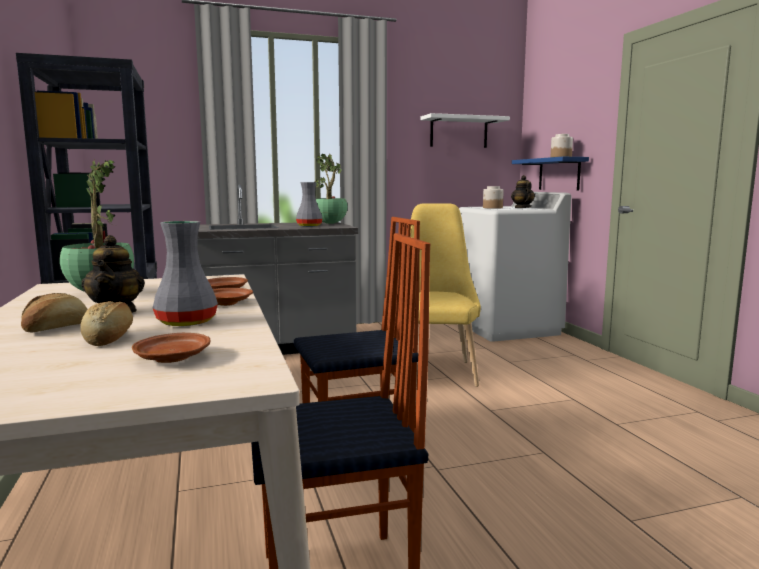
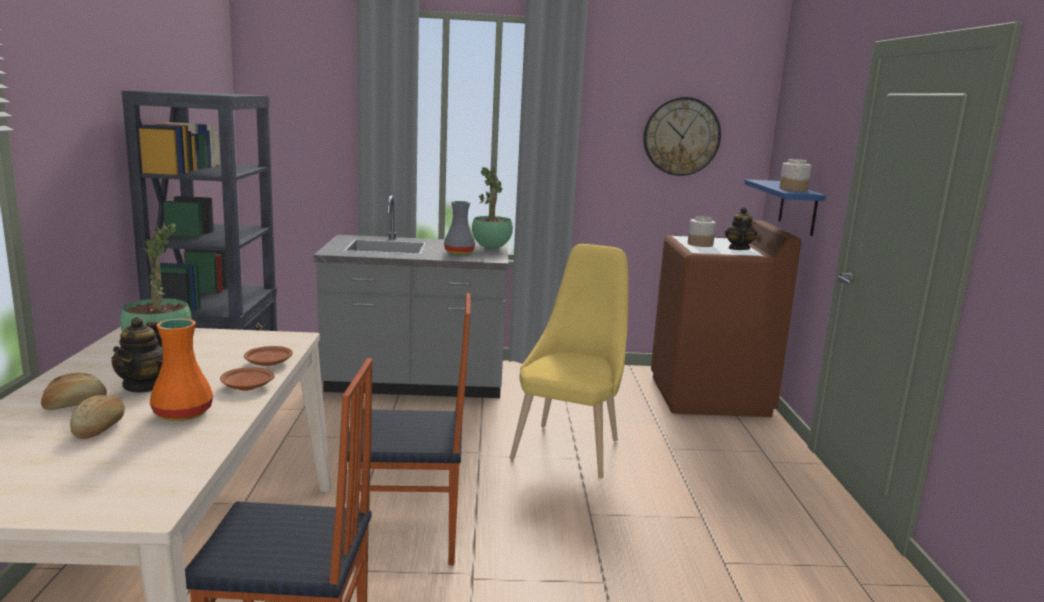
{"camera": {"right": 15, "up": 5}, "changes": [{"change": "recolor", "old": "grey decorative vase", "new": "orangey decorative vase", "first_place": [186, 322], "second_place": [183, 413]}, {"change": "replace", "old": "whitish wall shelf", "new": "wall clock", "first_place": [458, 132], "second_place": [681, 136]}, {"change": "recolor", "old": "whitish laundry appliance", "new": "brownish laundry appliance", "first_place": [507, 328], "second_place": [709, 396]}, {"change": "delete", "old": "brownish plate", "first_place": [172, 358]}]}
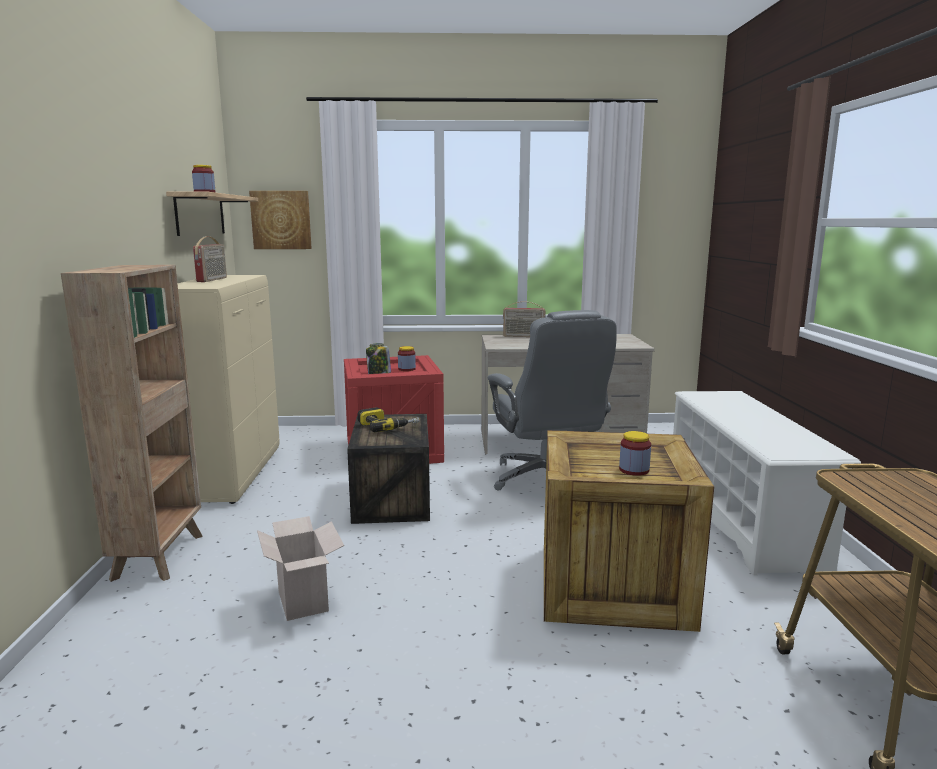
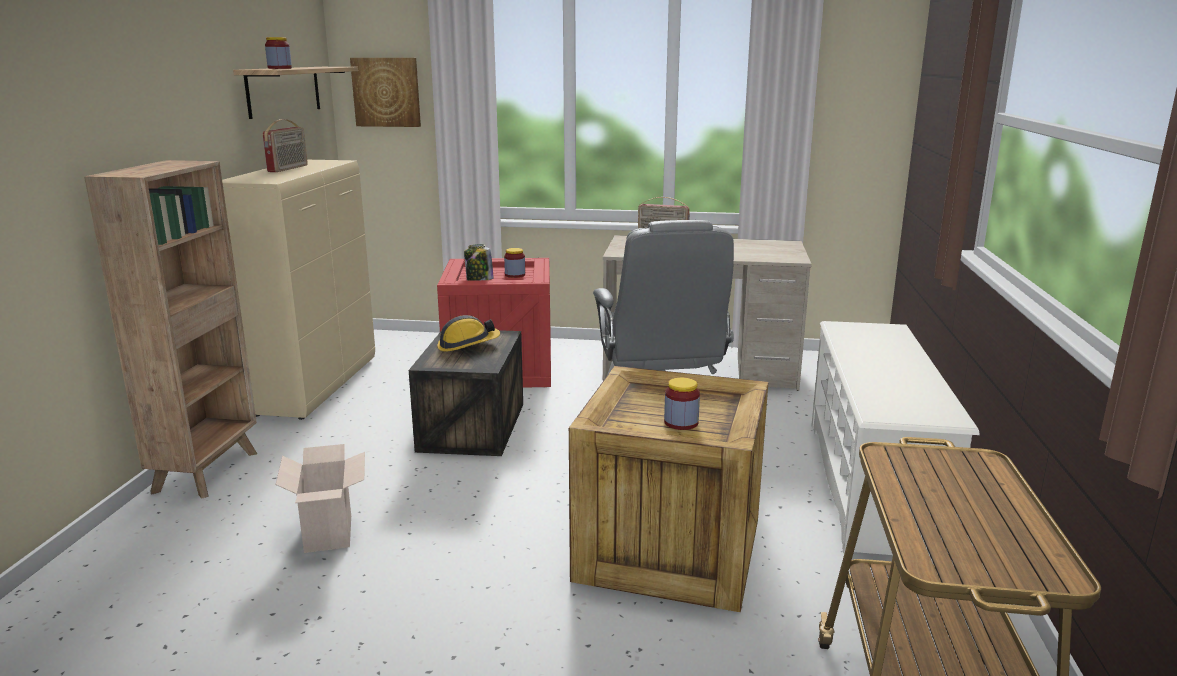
{"camera": {"right": 10, "up": 5}, "changes": [{"change": "replace", "old": "electric drill", "new": "hard hat", "first_place": [387, 426], "second_place": [467, 345]}]}
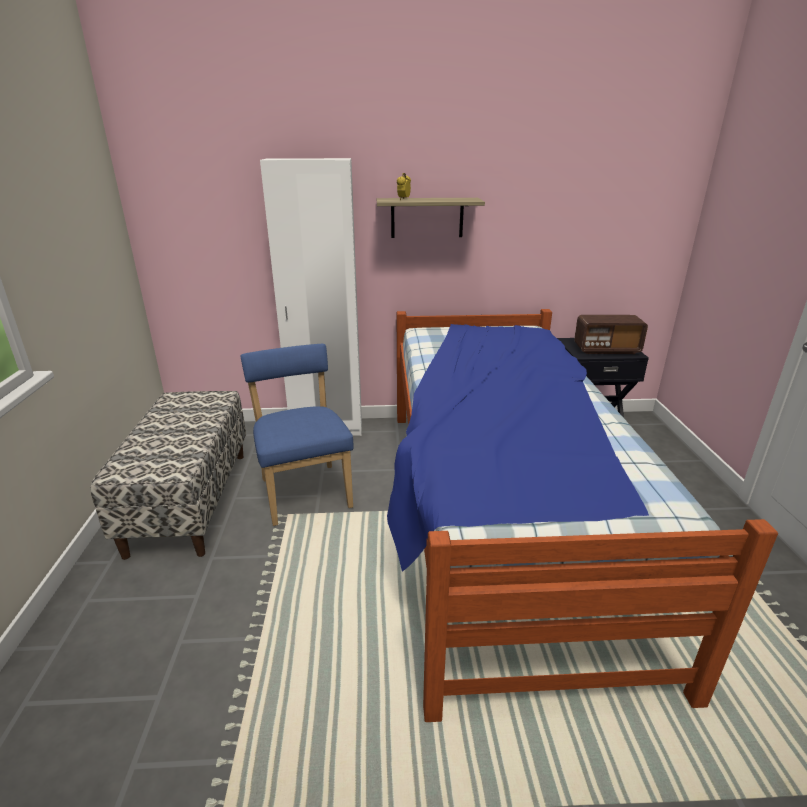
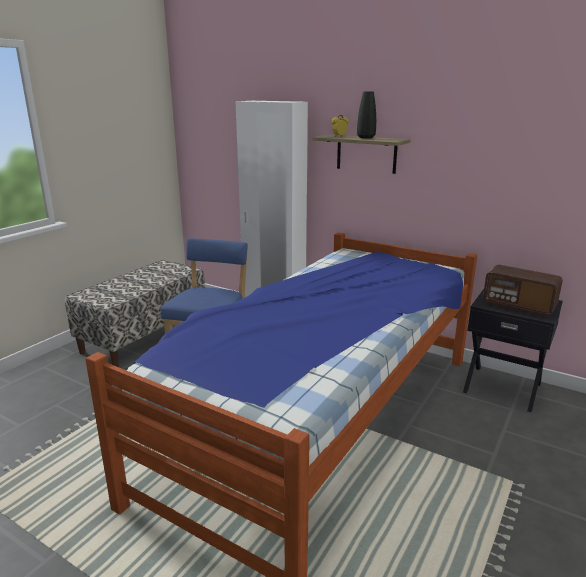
{"camera": {"right": 35, "up": -5}, "changes": [{"change": "insert", "new": "black decorative vase", "second_place": [366, 137]}]}
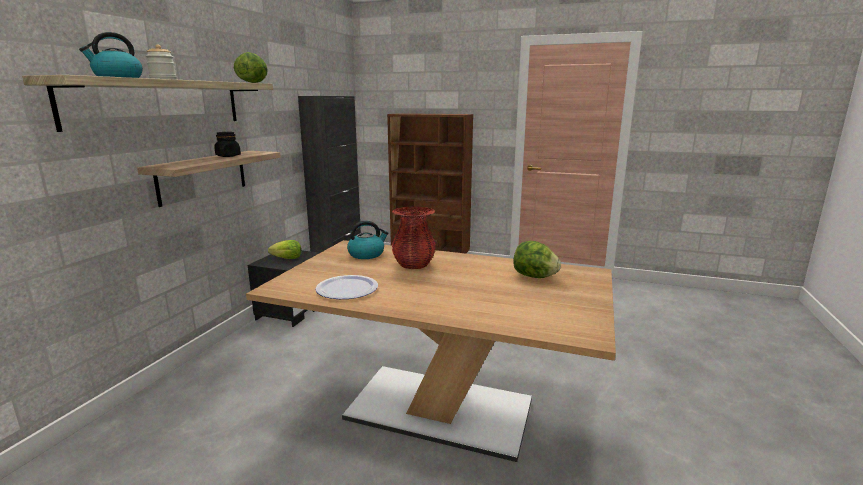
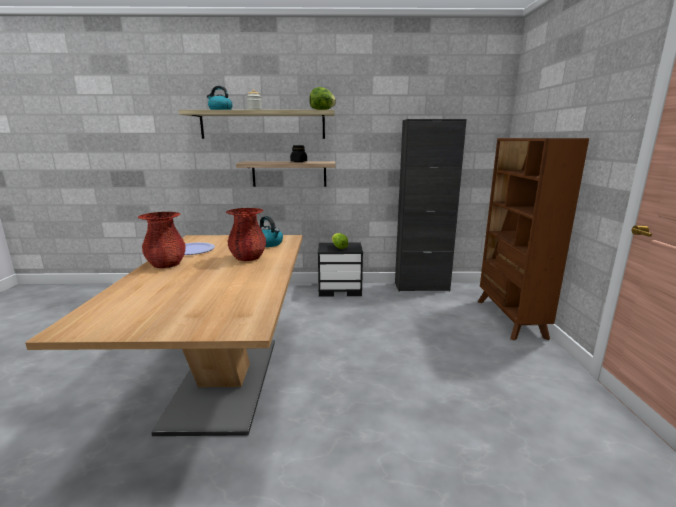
{"camera": {"right": 70, "up": 0}, "changes": [{"change": "insert", "new": "reddish decorative vase", "second_place": [166, 264]}, {"change": "delete", "old": "lettuce head", "first_place": [534, 276]}]}
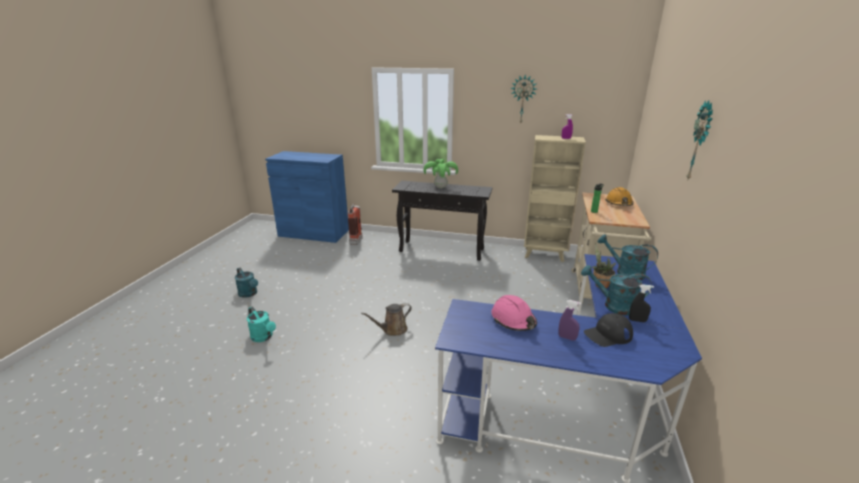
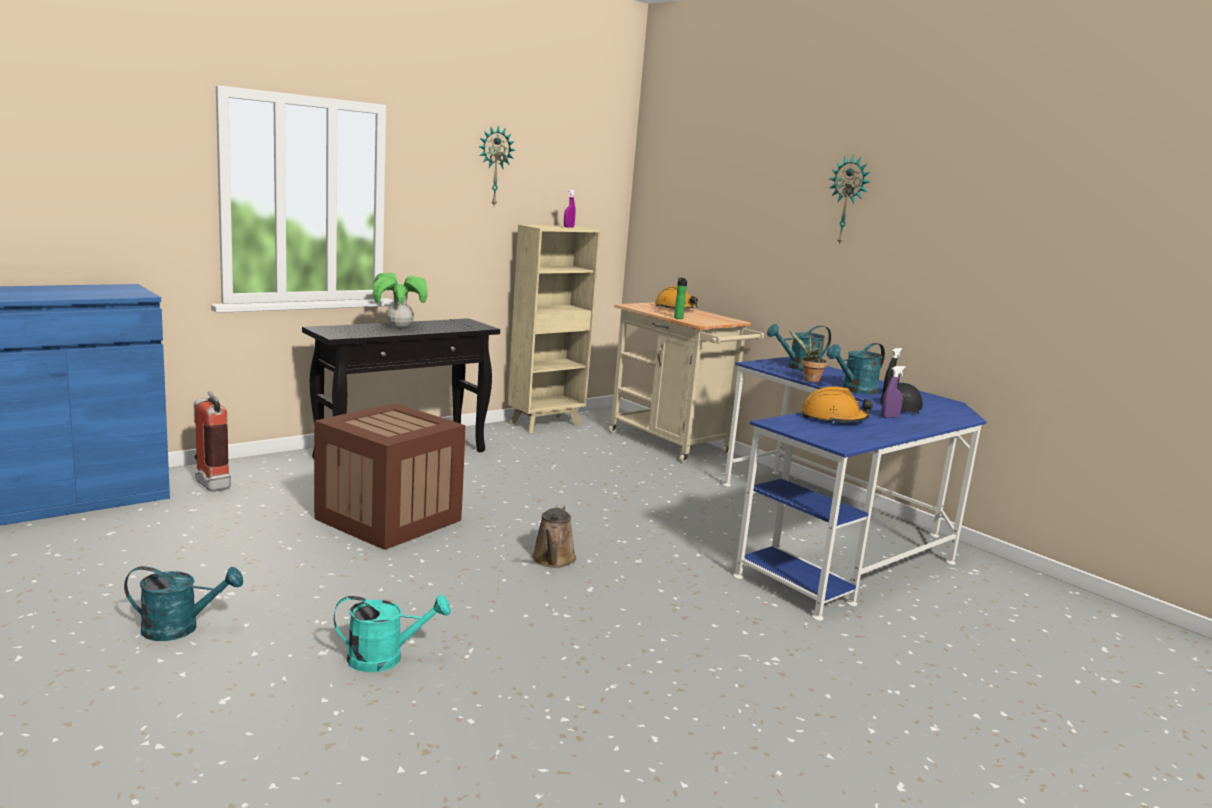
{"camera": {"right": -55, "up": -10}, "changes": [{"change": "insert", "new": "crate", "second_place": [388, 520]}, {"change": "recolor", "old": "pink-coloured hard hat", "new": "orangey hard hat", "first_place": [513, 320], "second_place": [833, 419]}]}
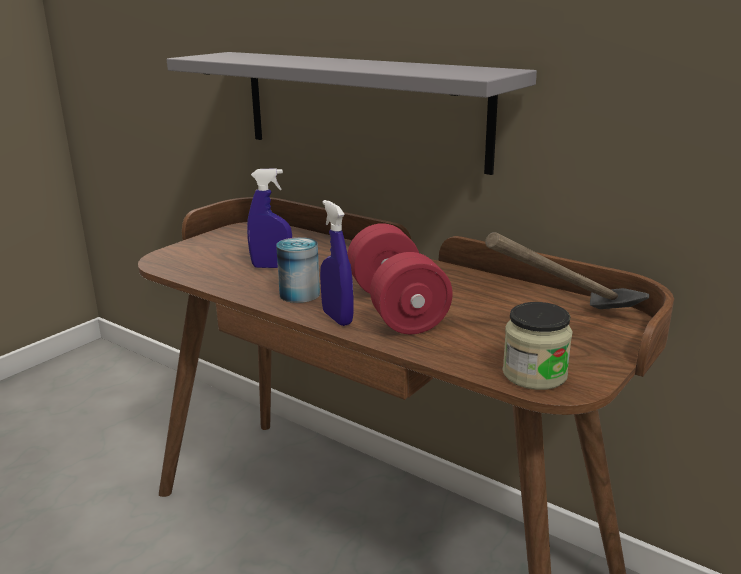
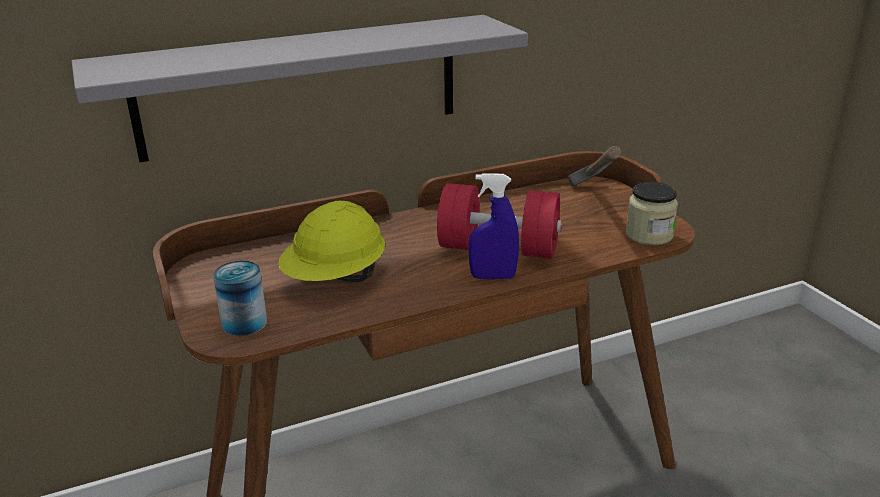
{"camera": {"right": -60, "up": 5}, "changes": [{"change": "move", "old": "can", "first_place": [299, 294], "second_place": [244, 323]}, {"change": "replace", "old": "blue-coloured spray bottle", "new": "yellow hard hat", "first_place": [272, 266], "second_place": [336, 279]}]}
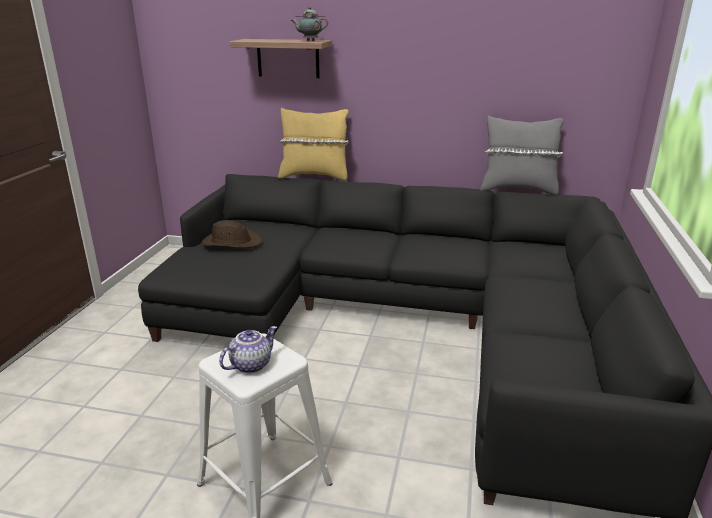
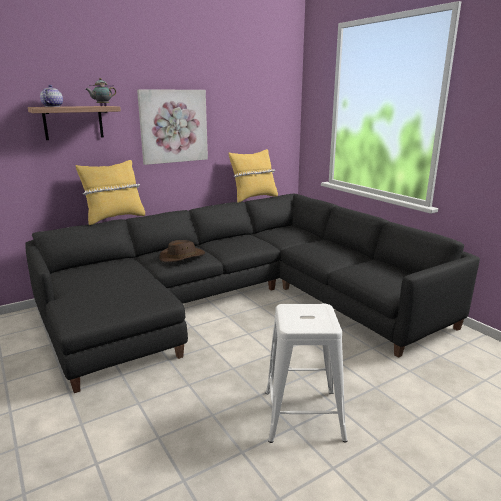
{"camera": {"right": -45, "up": -5}, "changes": [{"change": "move", "old": "pot for tea", "first_place": [250, 364], "second_place": [52, 106]}, {"change": "insert", "new": "wall picture", "second_place": [173, 126]}, {"change": "move", "old": "brownish wearable hat", "first_place": [231, 243], "second_place": [182, 256]}, {"change": "recolor", "old": "grey pillow", "new": "yellow pillow", "first_place": [517, 189], "second_place": [253, 198]}]}
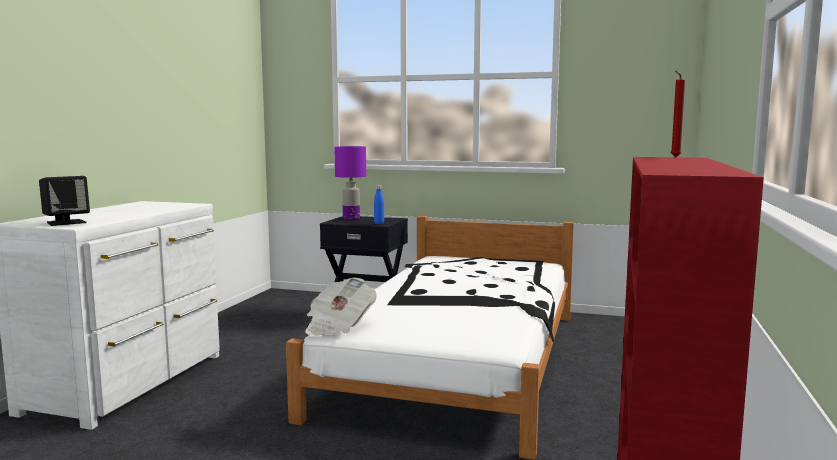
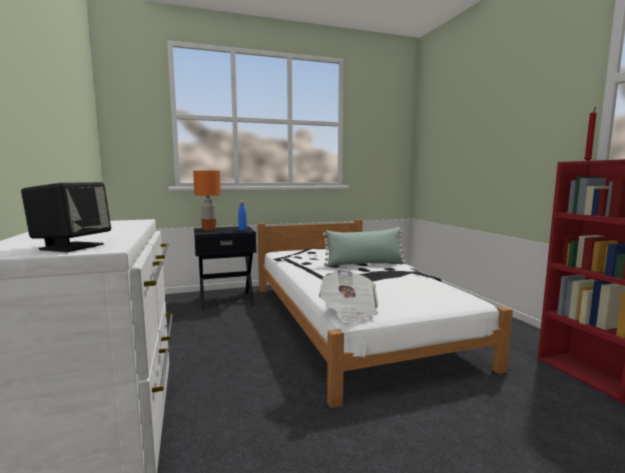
{"camera": {"right": -35, "up": 0}, "changes": [{"change": "recolor", "old": "purple-coloured tabletop lamp", "new": "orangey tabletop lamp", "first_place": [351, 218], "second_place": [209, 229]}, {"change": "insert", "new": "green pillow", "second_place": [364, 264]}]}
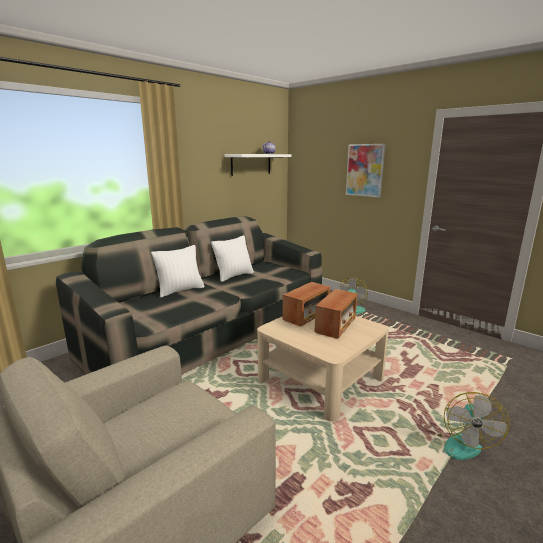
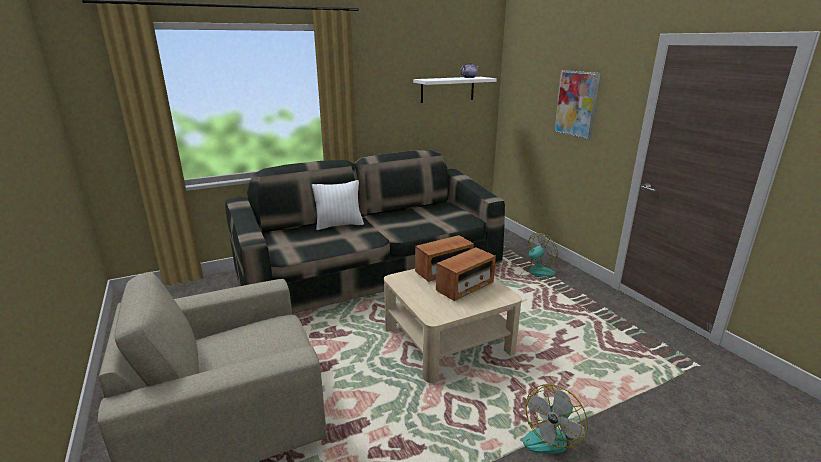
{"camera": {"right": 20, "up": 5}, "changes": [{"change": "delete", "old": "whitish pillow", "first_place": [234, 276]}]}
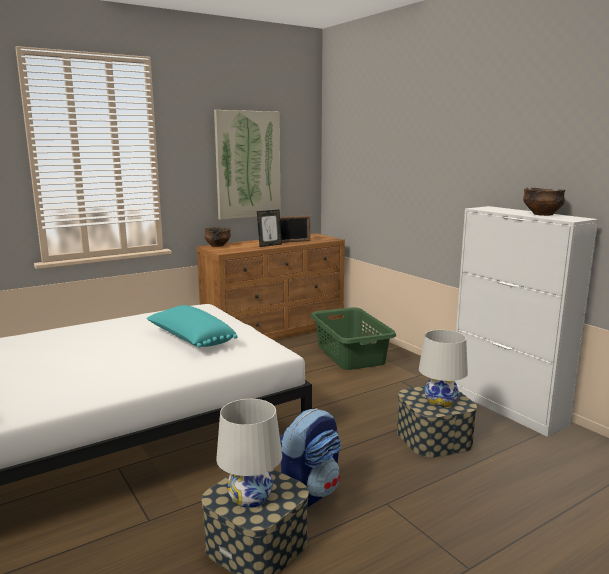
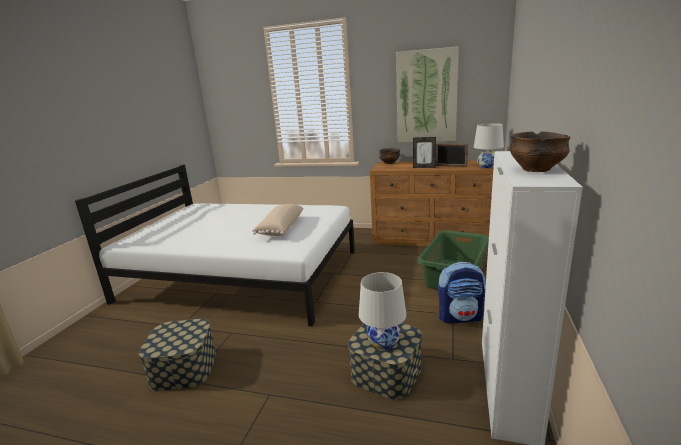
{"camera": {"right": 50, "up": 5}, "changes": [{"change": "recolor", "old": "blue-green pillow", "new": "sand-coloured pillow", "first_place": [190, 339], "second_place": [280, 228]}, {"change": "move", "old": "rucksack", "first_place": [310, 492], "second_place": [460, 317]}, {"change": "move", "old": "whitish tabletop lamp", "first_place": [250, 497], "second_place": [487, 166]}]}
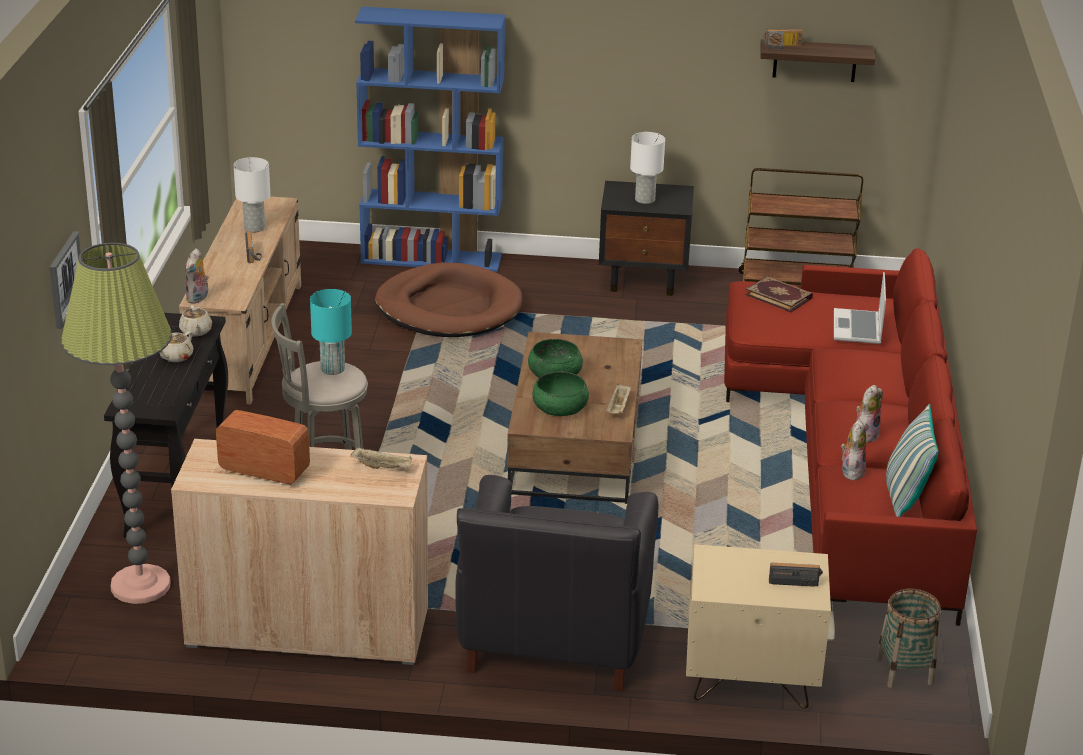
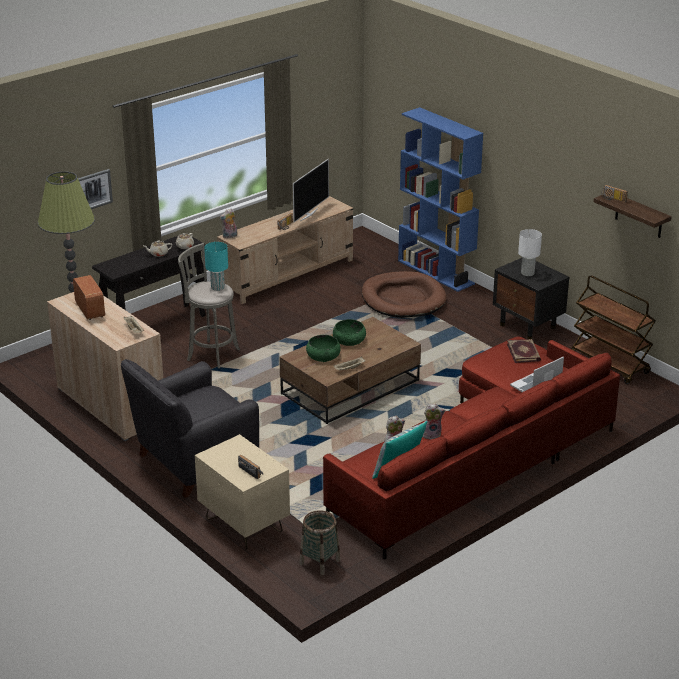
{"camera": {"right": 45, "up": 0}, "changes": [{"change": "replace", "old": "whitish tabletop lamp", "new": "TV set", "first_place": [254, 227], "second_place": [308, 214]}]}
